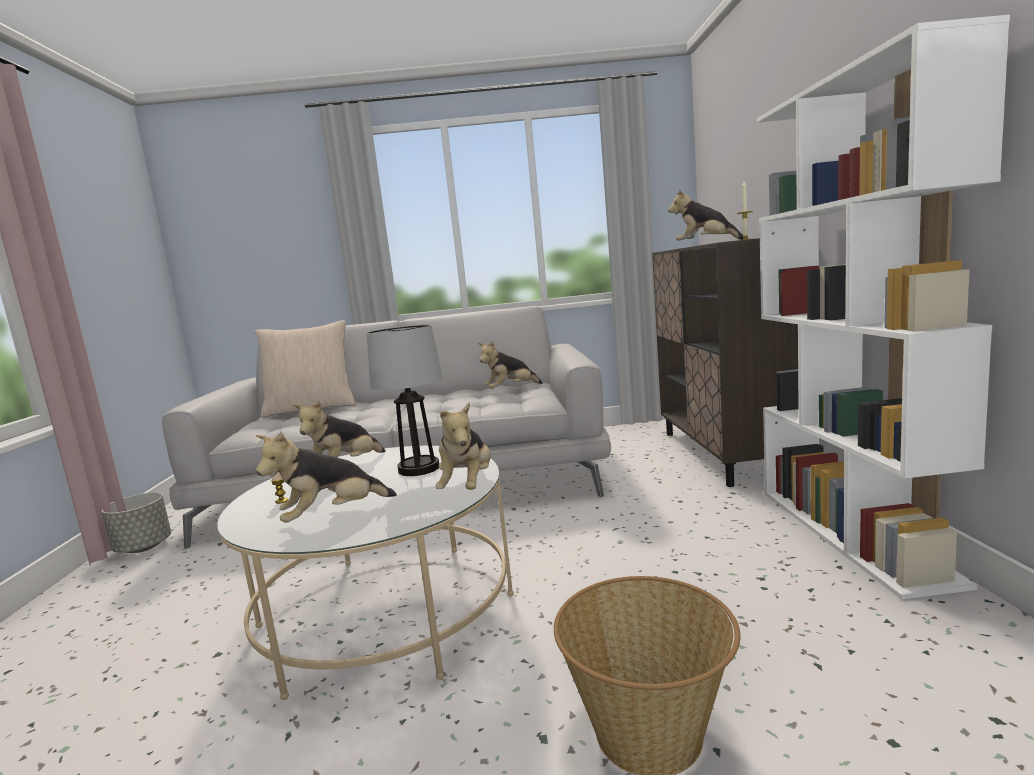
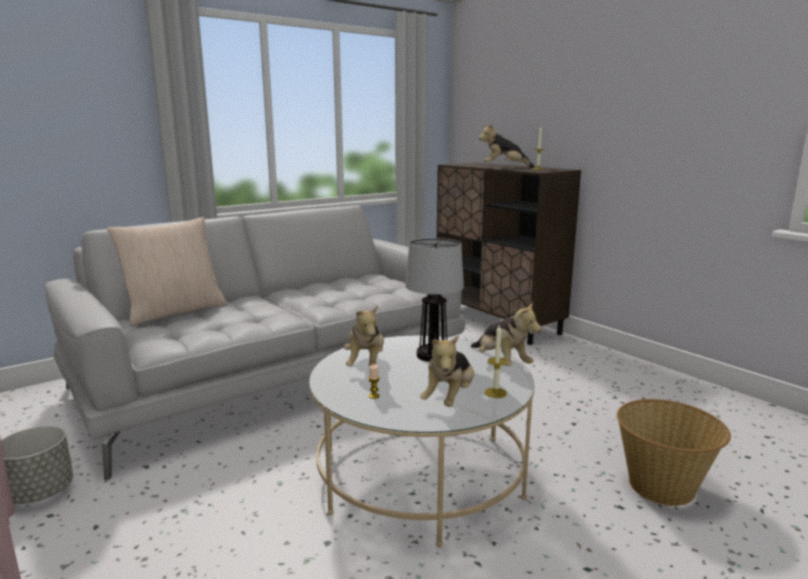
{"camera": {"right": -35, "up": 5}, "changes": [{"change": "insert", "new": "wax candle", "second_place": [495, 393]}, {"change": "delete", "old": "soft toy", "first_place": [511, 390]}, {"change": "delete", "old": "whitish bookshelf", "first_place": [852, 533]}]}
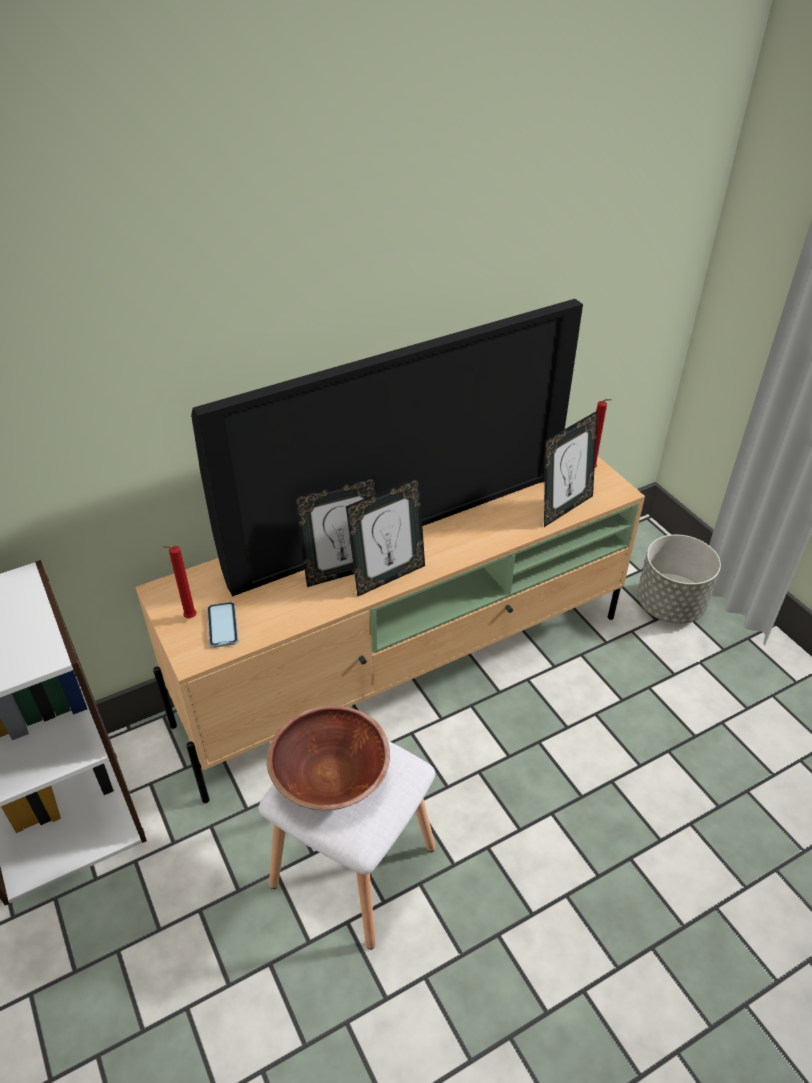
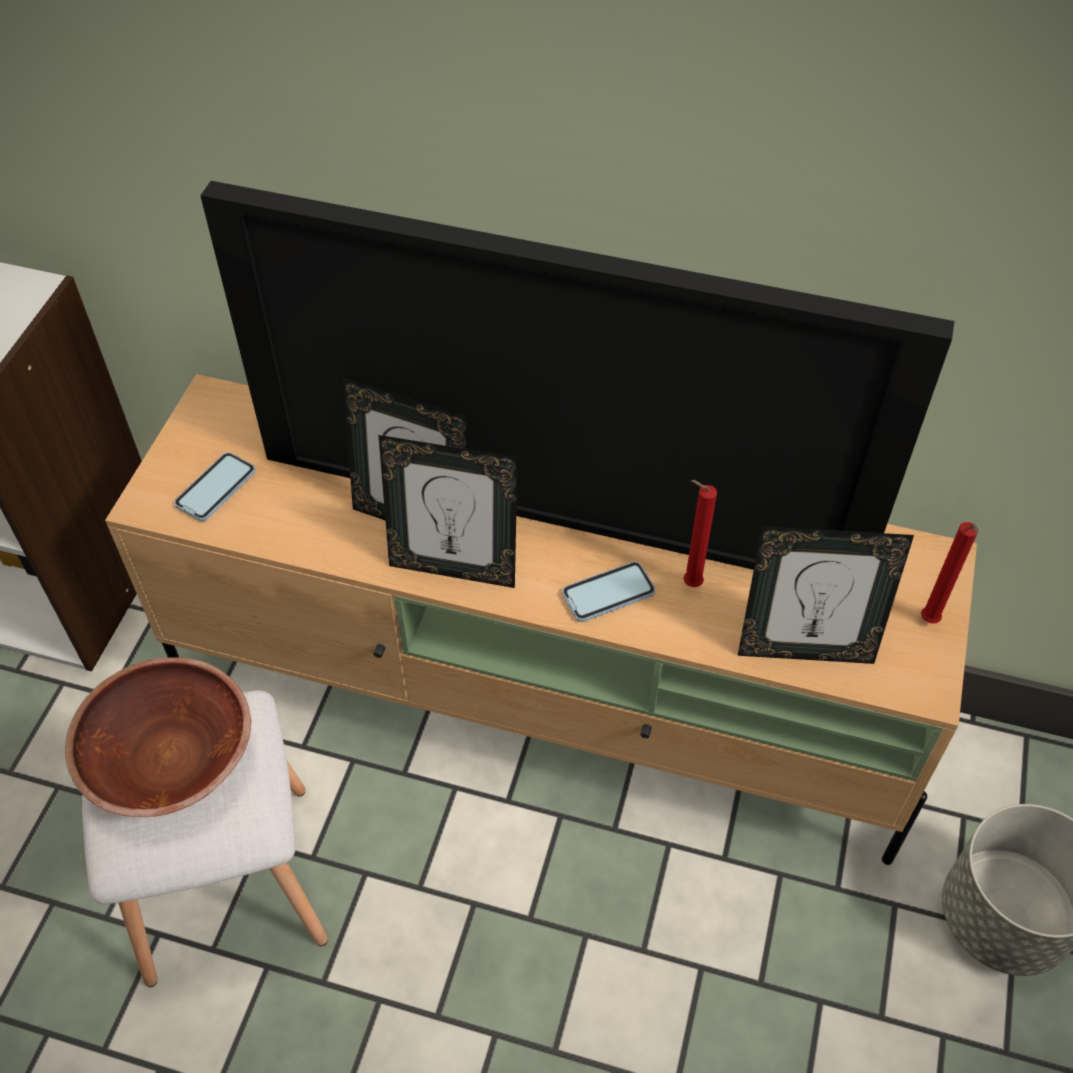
{"camera": {"right": 45, "up": 10}, "changes": [{"change": "insert", "new": "handset", "second_place": [608, 593]}, {"change": "move", "old": "reddish wax candle", "first_place": [188, 618], "second_place": [689, 583]}]}
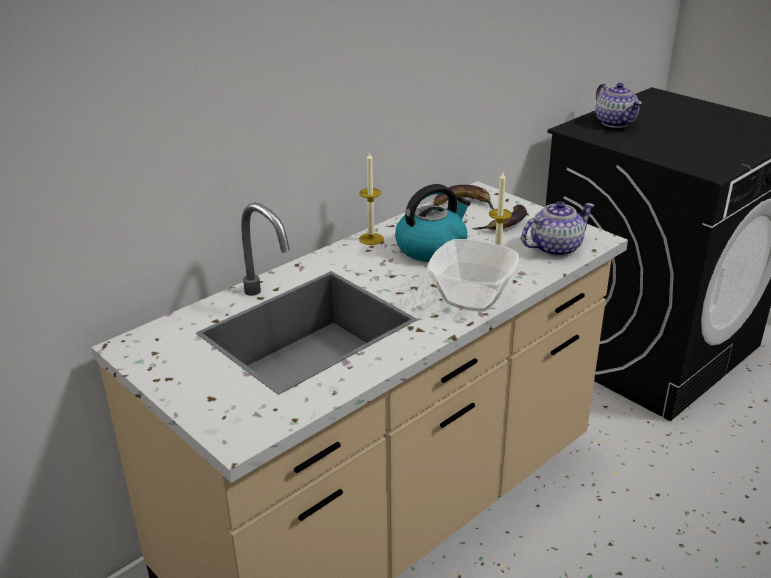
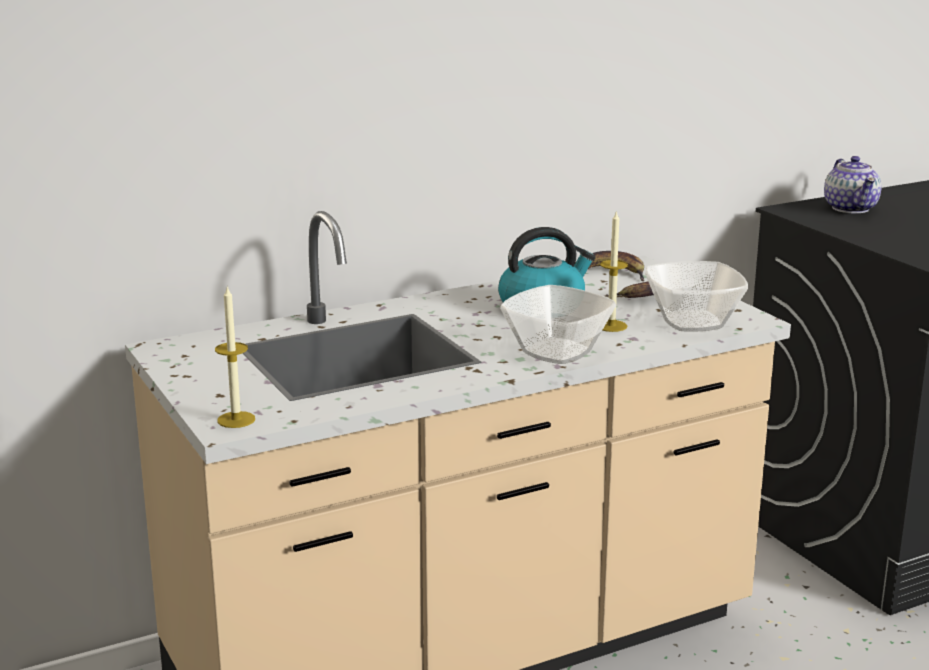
{"camera": {"right": 15, "up": -10}, "changes": [{"change": "move", "old": "wax candle", "first_place": [371, 239], "second_place": [236, 420]}, {"change": "replace", "old": "pot for tea", "new": "deep dish", "first_place": [554, 248], "second_place": [691, 322]}]}
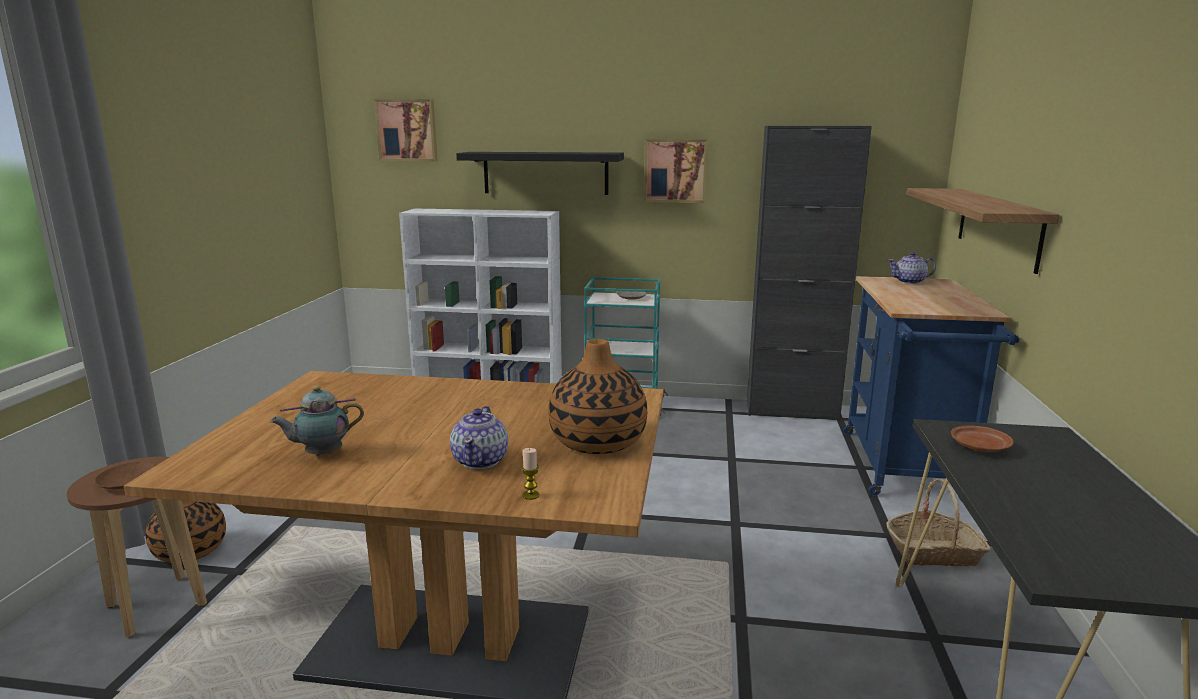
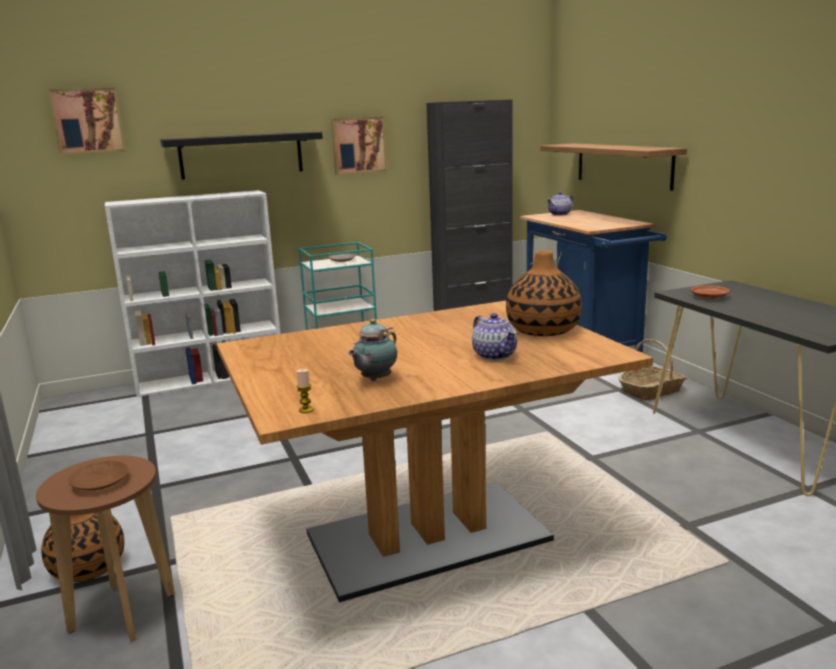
{"camera": {"right": -30, "up": 0}, "changes": [{"change": "move", "old": "wax candle", "first_place": [531, 495], "second_place": [306, 410]}]}
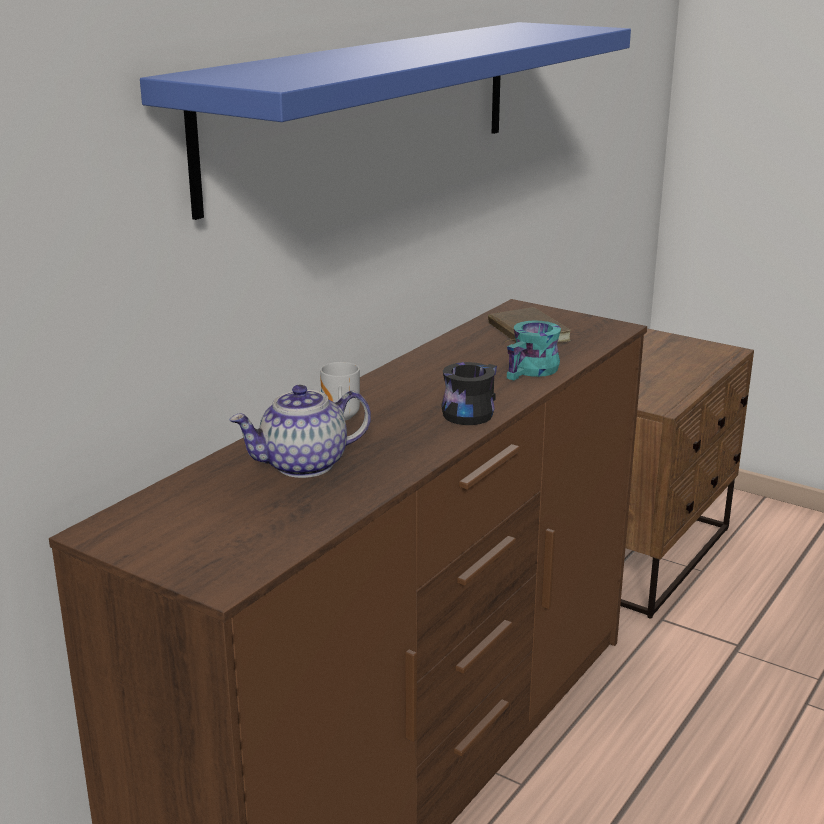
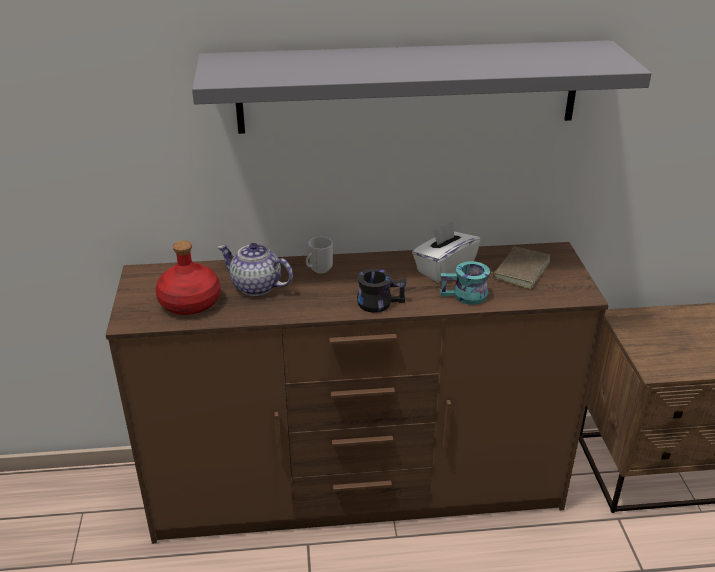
{"camera": {"right": 50, "up": 10}, "changes": [{"change": "insert", "new": "reddish beverage bottle", "second_place": [190, 302]}, {"change": "recolor", "old": "blue-coloured wall shelf", "new": "grey wall shelf", "first_place": [368, 107], "second_place": [408, 87]}, {"change": "insert", "new": "whitish tissue box", "second_place": [444, 269]}]}
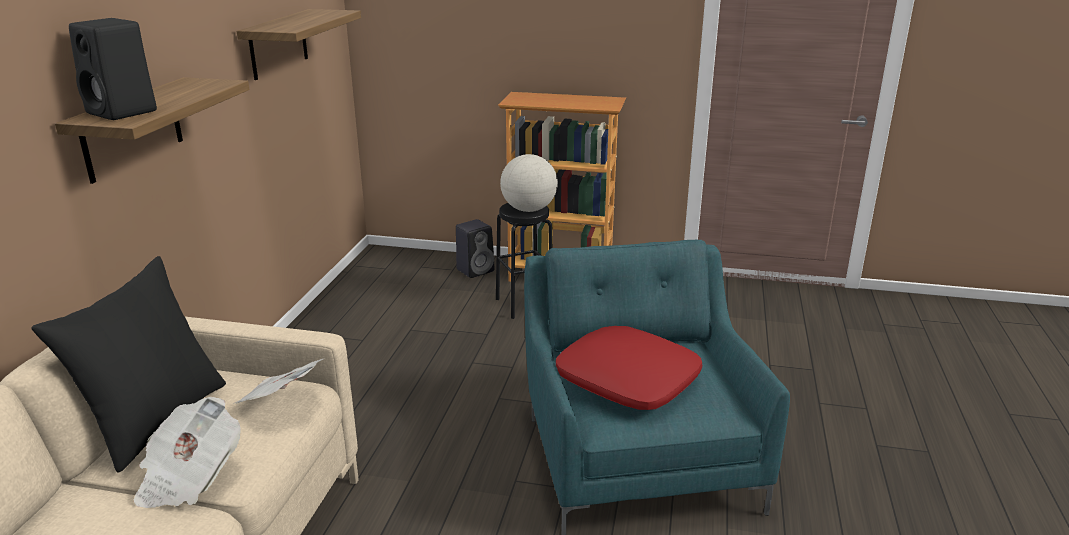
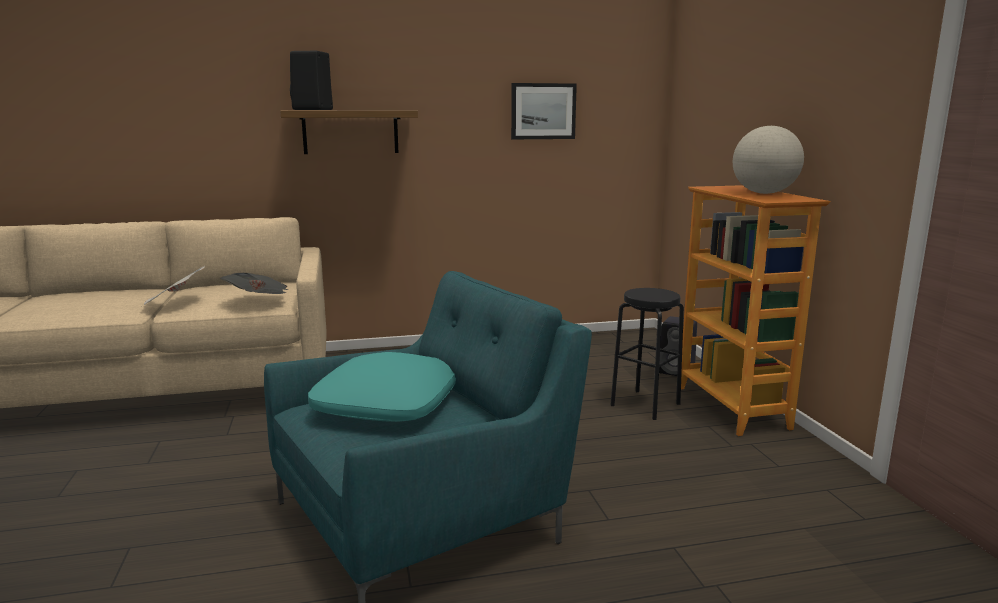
{"camera": {"right": 65, "up": -10}, "changes": [{"change": "recolor", "old": "reddish pillow", "new": "blue-green pillow", "first_place": [626, 381], "second_place": [386, 403]}, {"change": "replace", "old": "wall shelf", "new": "wall picture", "first_place": [278, 44], "second_place": [543, 111]}, {"change": "move", "old": "desk globe", "first_place": [529, 209], "second_place": [764, 193]}, {"change": "delete", "old": "black pillow", "first_place": [157, 421]}]}
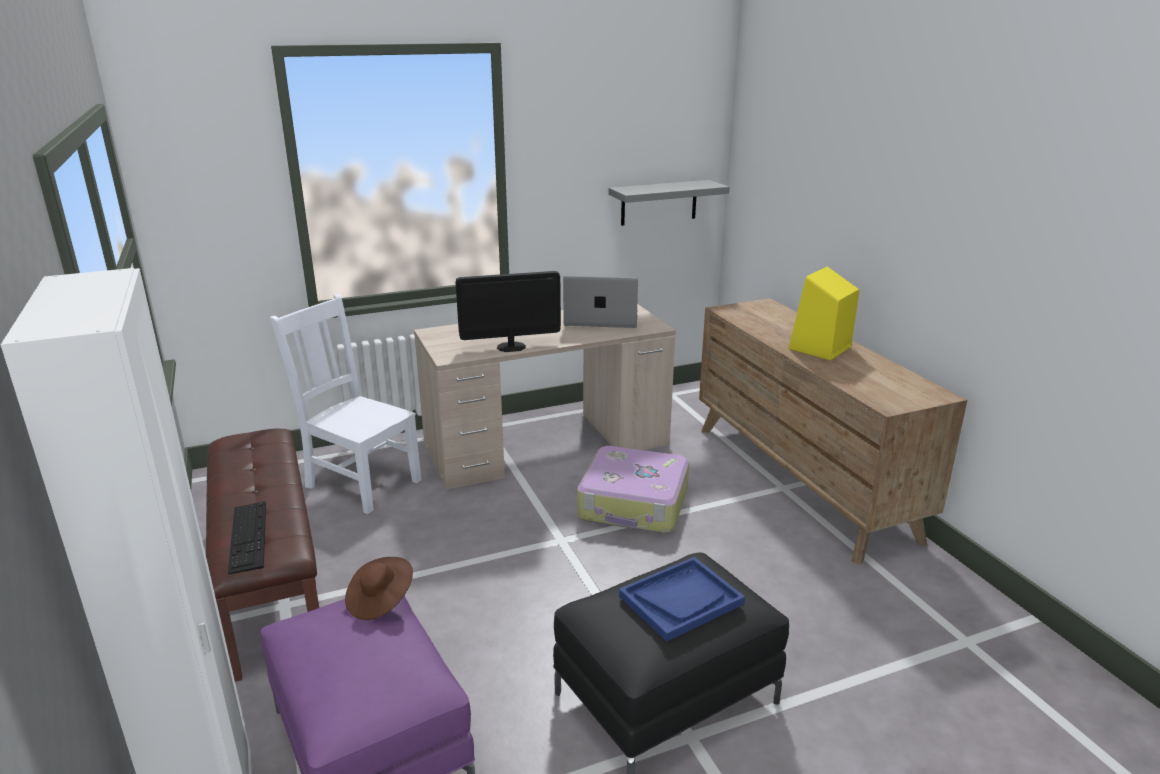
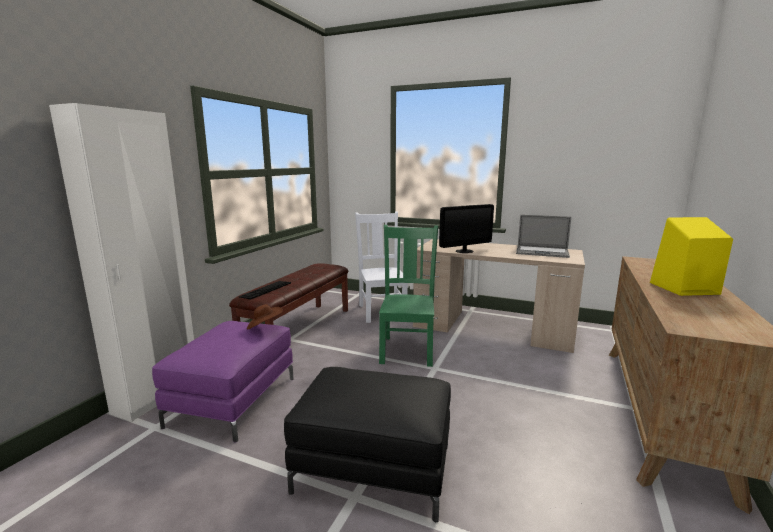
{"camera": {"right": 45, "up": -10}, "changes": [{"change": "insert", "new": "green chair", "second_place": [407, 349]}, {"change": "rotate", "old": "computer screen", "first_place": [511, 347], "second_place": [464, 251], "degrees": 120}, {"change": "rotate", "old": "notebook computer", "first_place": [601, 319], "second_place": [542, 252], "degrees": 150}, {"change": "delete", "old": "suitcase", "first_place": [634, 504]}, {"change": "delete", "old": "grey wall shelf", "first_place": [659, 202]}, {"change": "delete", "old": "blue-coloured serving tray", "first_place": [681, 600]}]}
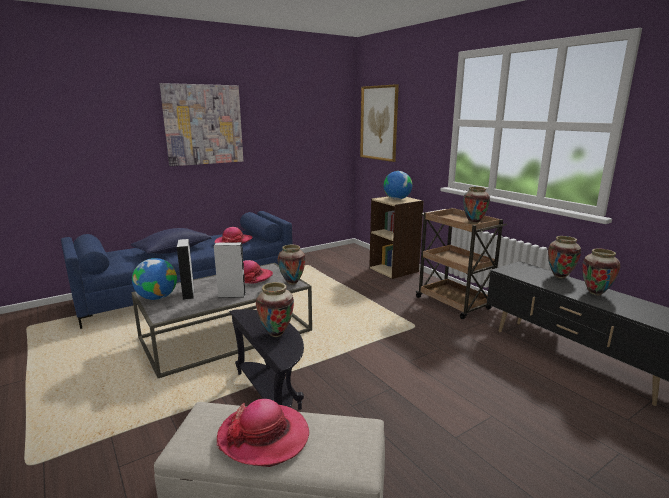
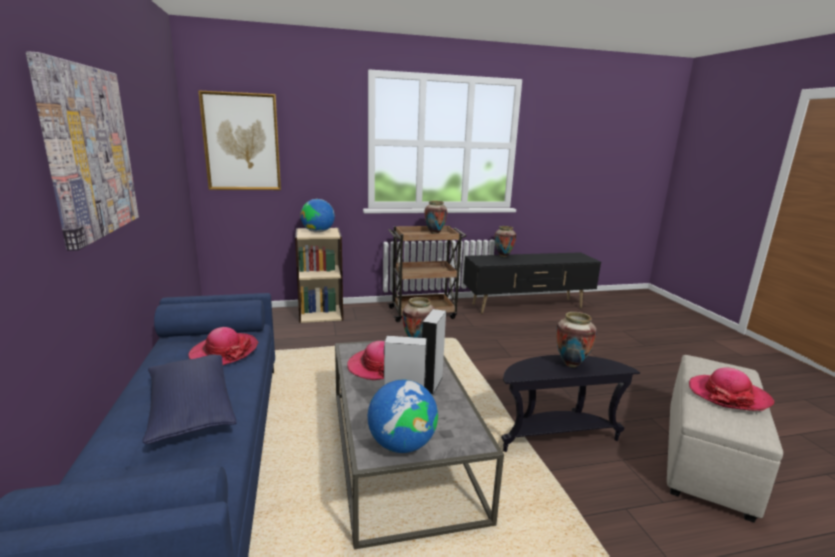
{"camera": {"right": -70, "up": 0}, "changes": [{"change": "delete", "old": "decorative vase", "first_place": [595, 293]}]}
